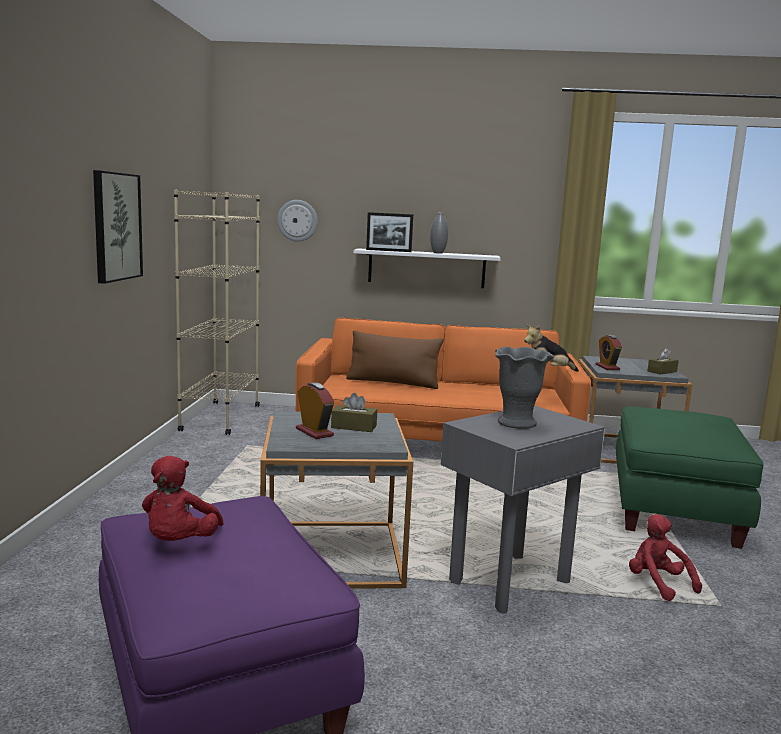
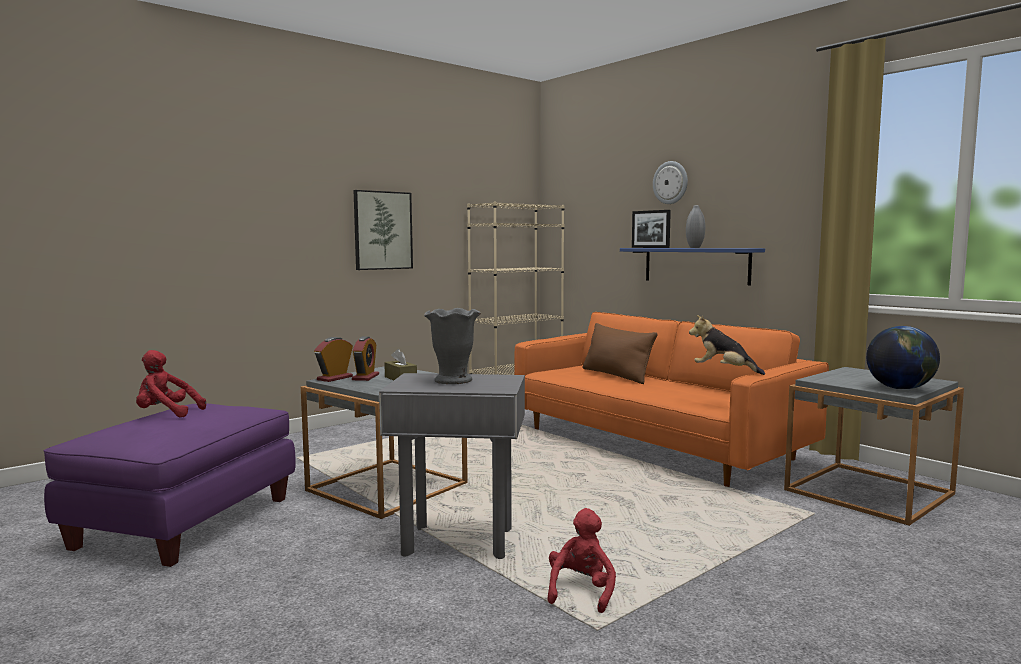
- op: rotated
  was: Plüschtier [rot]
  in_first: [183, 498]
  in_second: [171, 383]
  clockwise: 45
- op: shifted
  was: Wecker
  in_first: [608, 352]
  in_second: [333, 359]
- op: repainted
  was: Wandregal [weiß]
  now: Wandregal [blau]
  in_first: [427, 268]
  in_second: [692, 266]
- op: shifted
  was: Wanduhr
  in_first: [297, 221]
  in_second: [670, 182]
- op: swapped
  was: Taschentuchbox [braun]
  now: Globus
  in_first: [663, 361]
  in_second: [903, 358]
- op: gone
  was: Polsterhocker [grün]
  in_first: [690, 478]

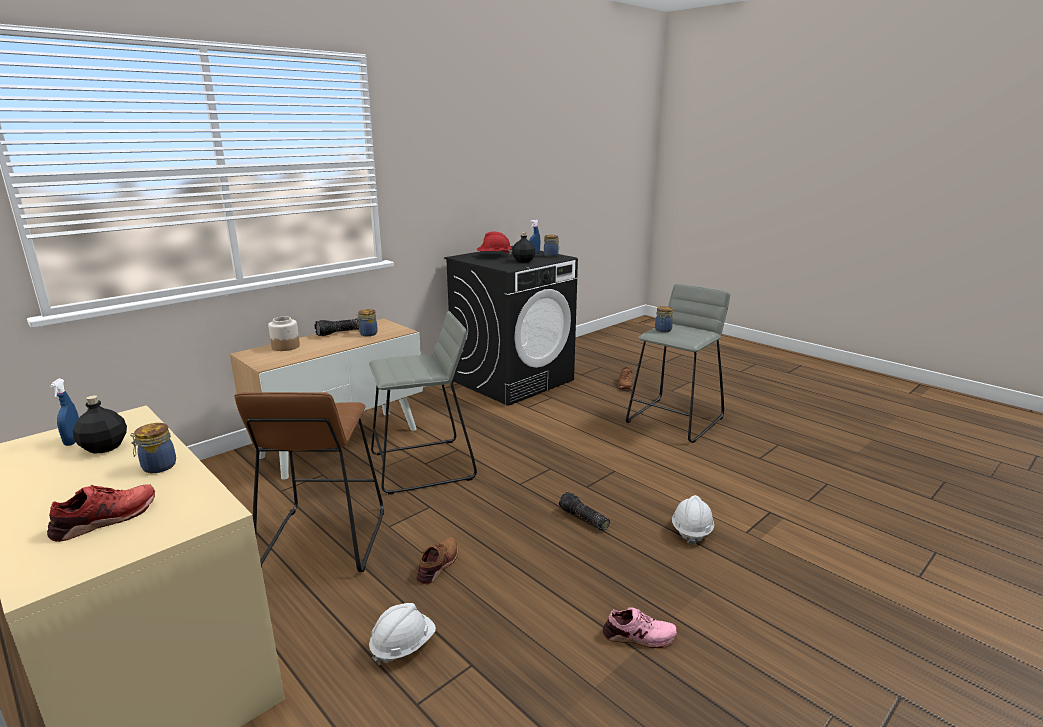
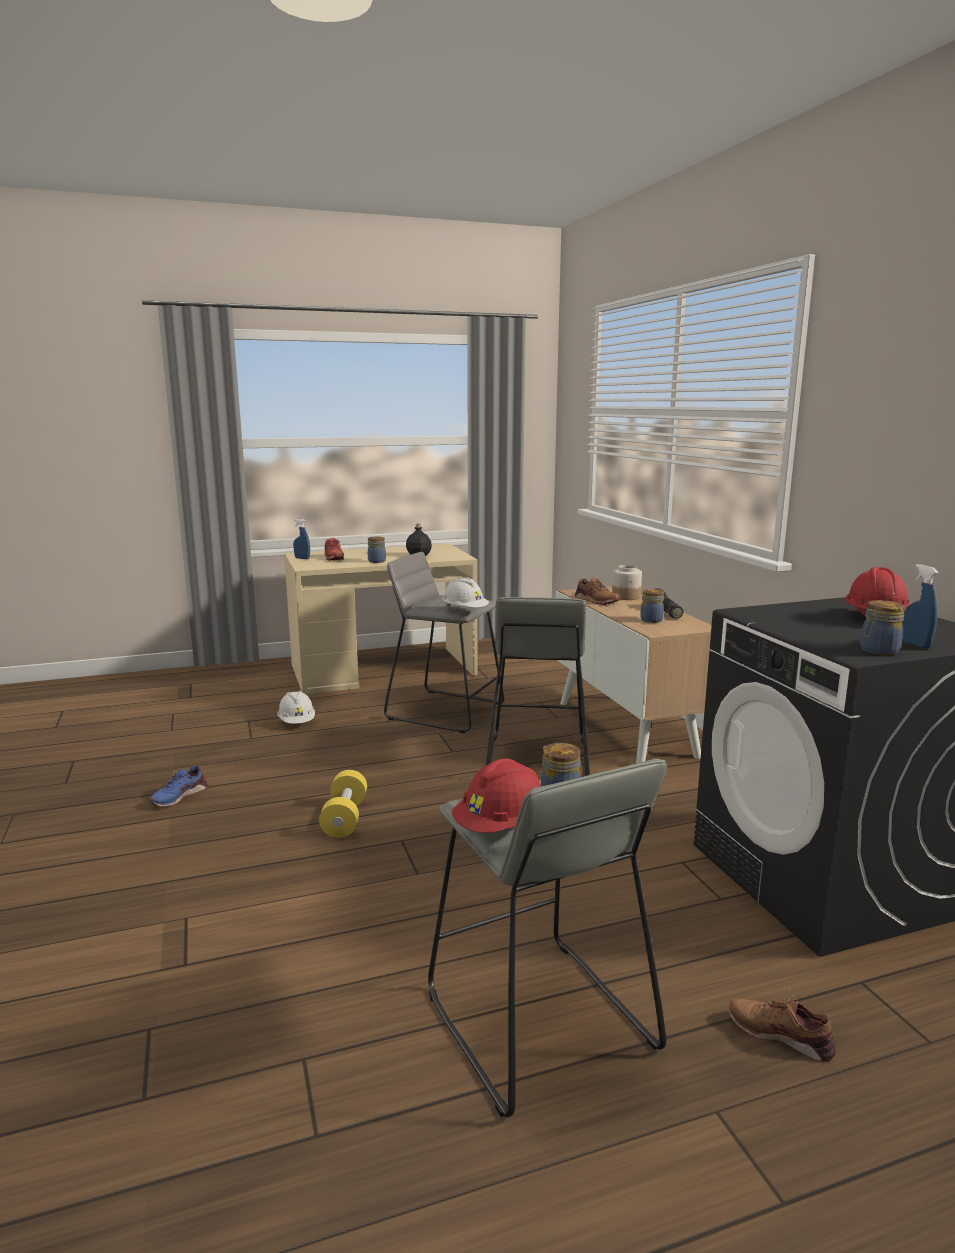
- op: repainted
  was: Schuh [rosa]
  now: Schuh [blau]
  in_first: [640, 627]
  in_second: [178, 786]
- op: shifted
  was: Sprühflasche [blau]
  in_first: [64, 412]
  in_second: [301, 538]
- op: swapped
  was: Taschenlampe
  now: Hantel [gelb]
  in_first: [584, 511]
  in_second: [343, 804]
- op: repainted
  was: Hocker [braun]
  now: Hocker [grau]
  in_first: [309, 482]
  in_second: [444, 642]
- op: shifted
  was: Schutzhelm [weiß]
  in_first: [693, 520]
  in_second: [466, 592]
- op: new
  now: Schutzhelm [rot]
  in_second: [496, 796]
- op: shifted
  was: Schuh [braun]
  in_first: [437, 560]
  in_second: [597, 591]
- op: gone
  was: Flasche [schwarz]
  in_first: [523, 247]

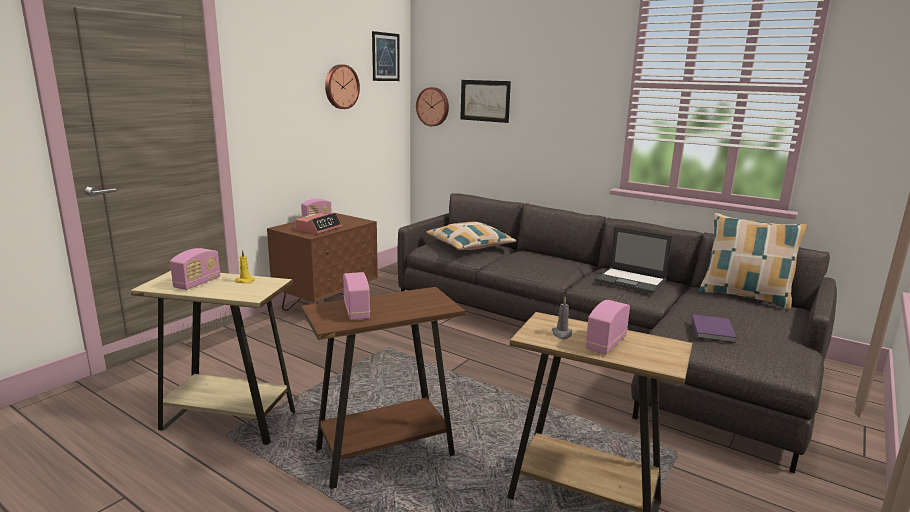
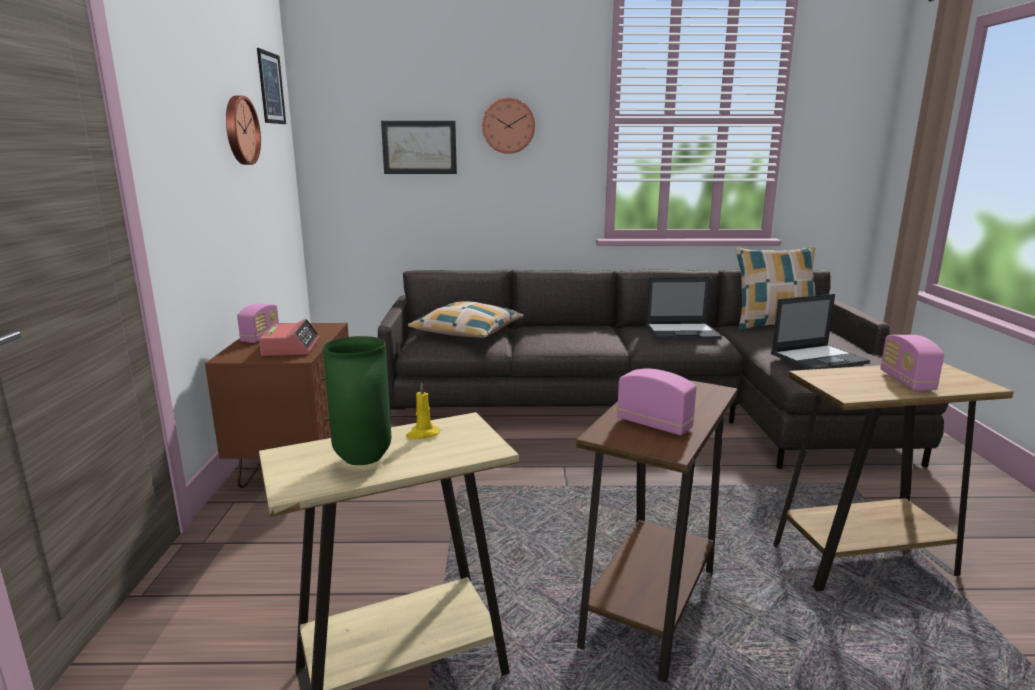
- op: swapped
  was: Radio
  now: Vase [grün]
  in_first: [195, 269]
  in_second: [357, 400]
- op: shifted
  was: Wanduhr
  in_first: [432, 106]
  in_second: [508, 126]
- op: swapped
  was: Buch [lila]
  now: Laptop
  in_first: [714, 329]
  in_second: [820, 332]
- op: gone
  was: Kerze [grau]
  in_first: [562, 318]

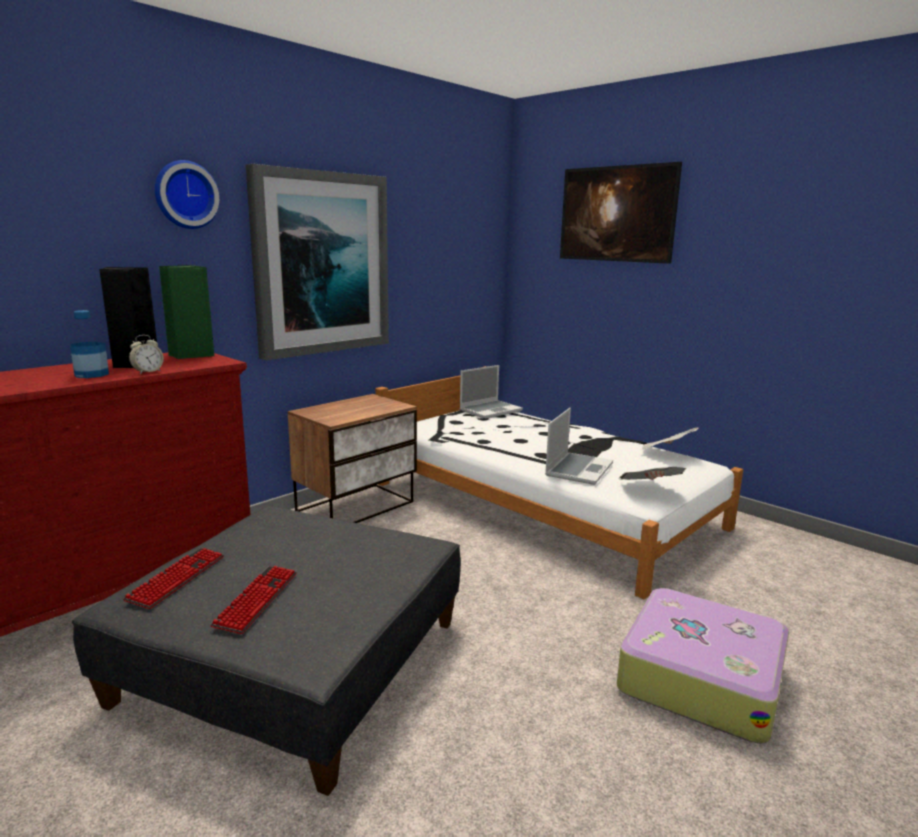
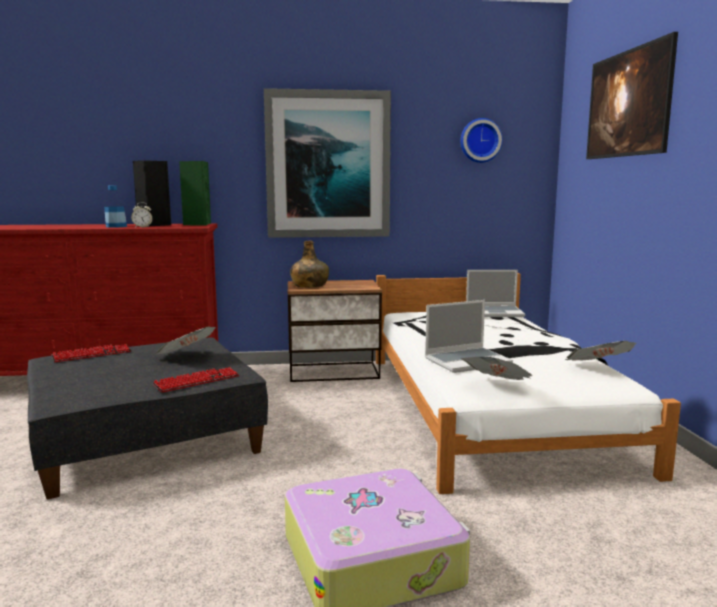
- op: shifted
  was: Tastatur
  in_first: [253, 600]
  in_second: [196, 379]
- op: new
  now: Zeitung
  in_second: [185, 341]
- op: new
  now: Flasche [grün]
  in_second: [309, 264]
- op: shifted
  was: Wanduhr
  in_first: [187, 194]
  in_second: [481, 140]

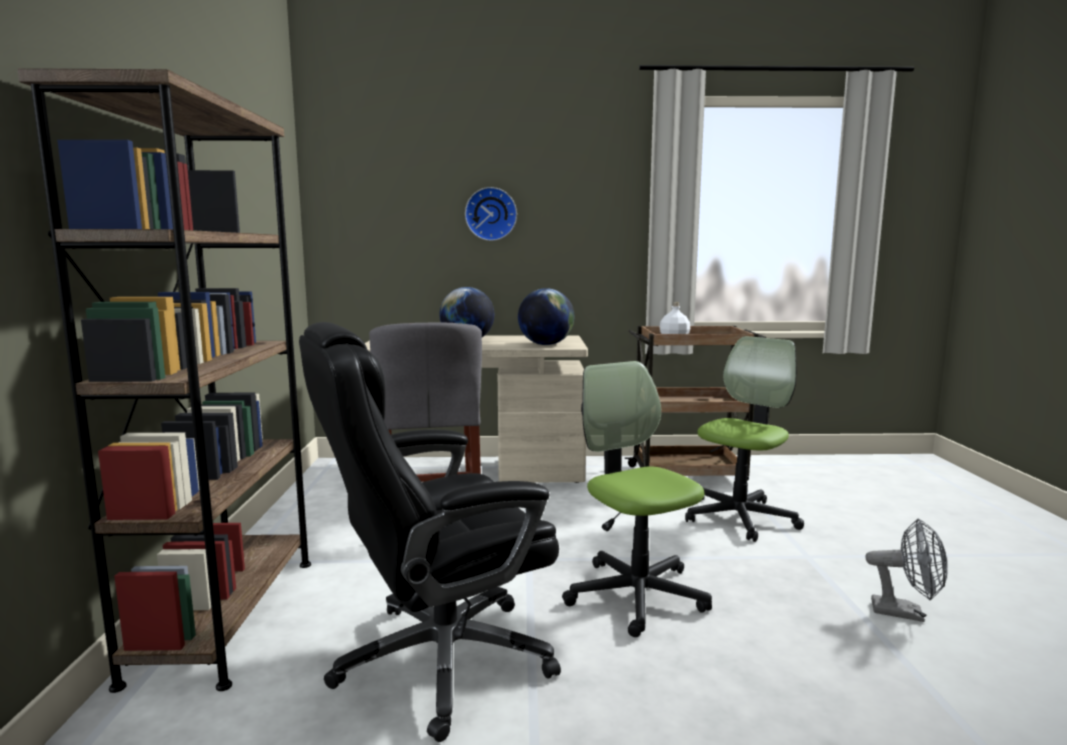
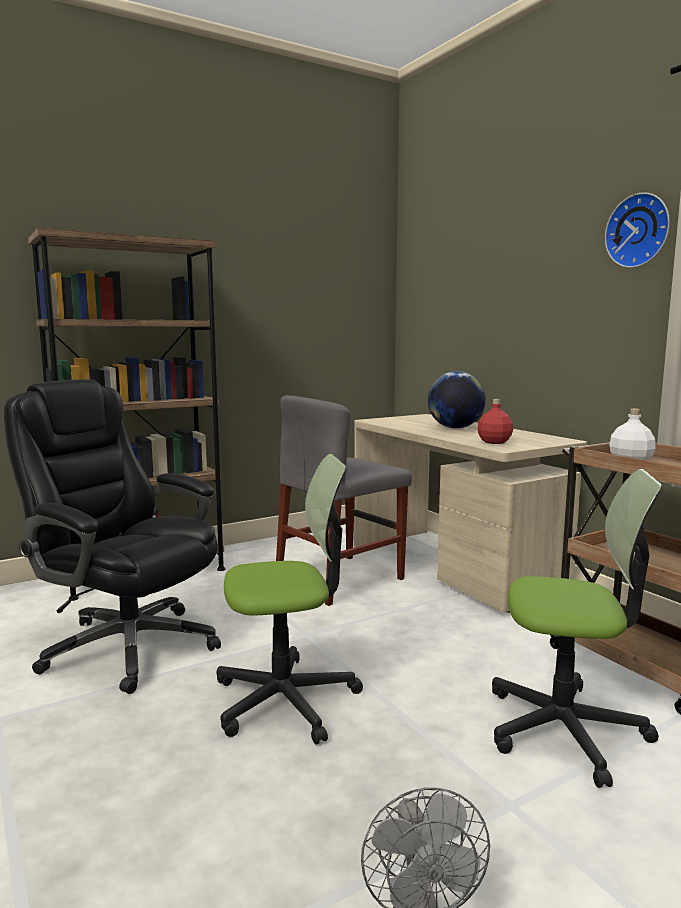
- op: rotated
  was: Bürostuhl
  in_first: [637, 499]
  in_second: [290, 599]
  clockwise: 45
- op: swapped
  was: Globus
  now: Flasche [rot]
  in_first: [546, 316]
  in_second: [495, 421]
- op: shifted
  was: Wanduhr
  in_first: [491, 214]
  in_second: [637, 230]

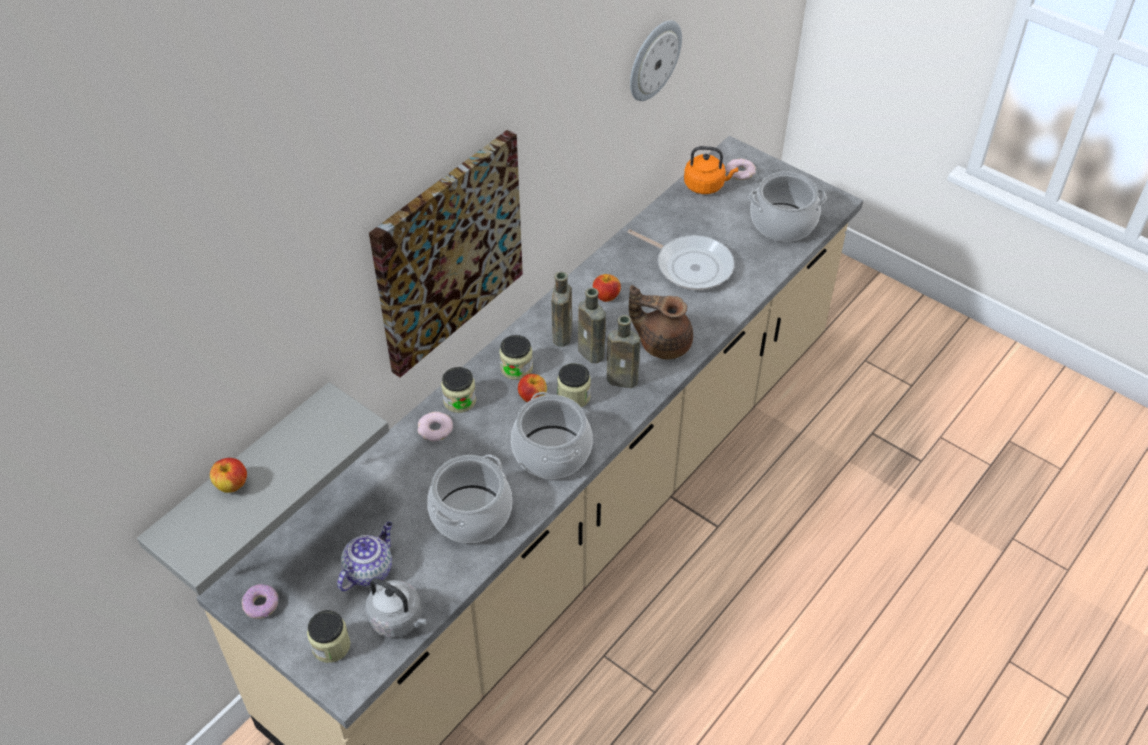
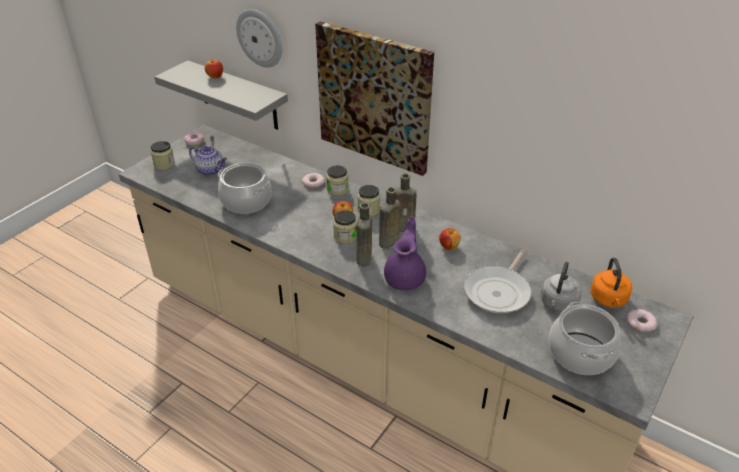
- op: shifted
  was: Wanduhr
  in_first: [656, 60]
  in_second: [259, 38]
- op: repainted
  was: Teekanne [braun]
  now: Teekanne [lila]
  in_first: [661, 322]
  in_second: [405, 253]
- op: shifted
  was: Wasserkessel [grau]
  in_first: [396, 607]
  in_second: [560, 287]
- op: gone
  was: Kochtopf
  in_first: [551, 435]

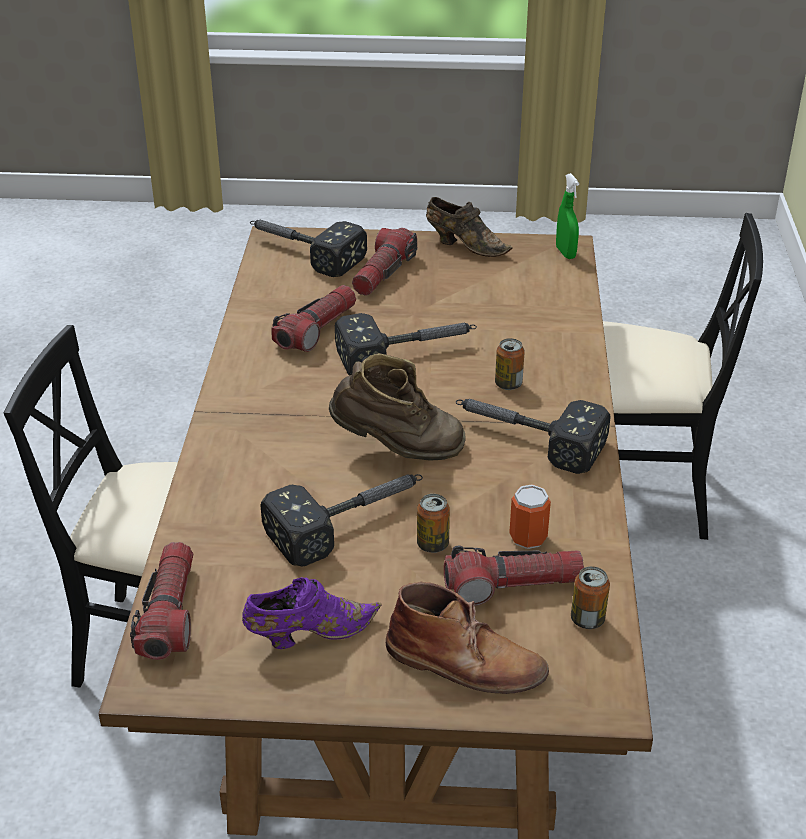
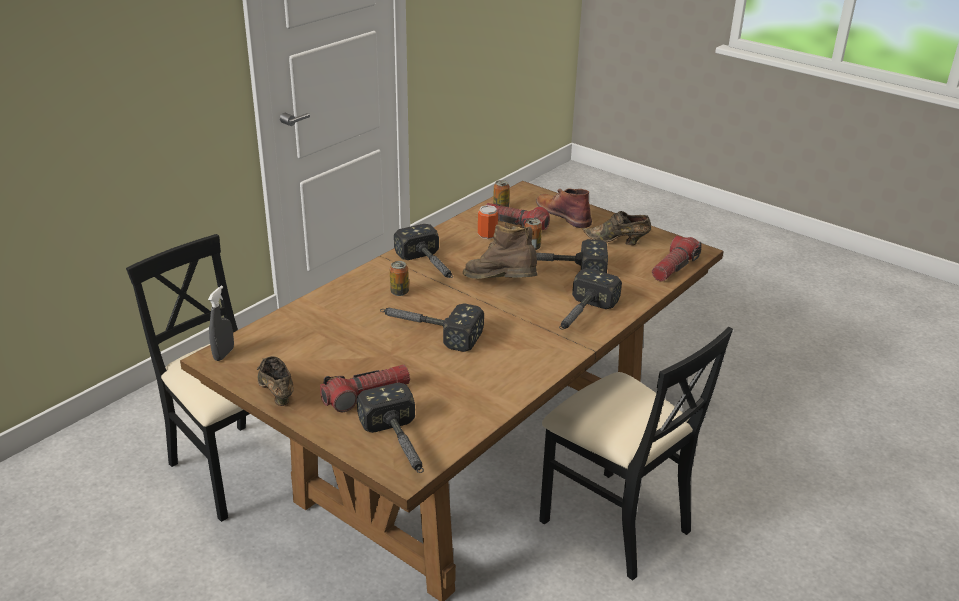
- op: repainted
  was: Sprühflasche [grün]
  now: Sprühflasche [grau]
  in_first: [567, 216]
  in_second: [221, 323]
- op: new
  now: Hammer
  in_second: [590, 298]
- op: repainted
  was: Schuh [lila]
  now: Schuh [braun]
  in_first: [312, 613]
  in_second: [616, 228]
- op: gone
  was: Taschenlampe
  in_first: [313, 318]

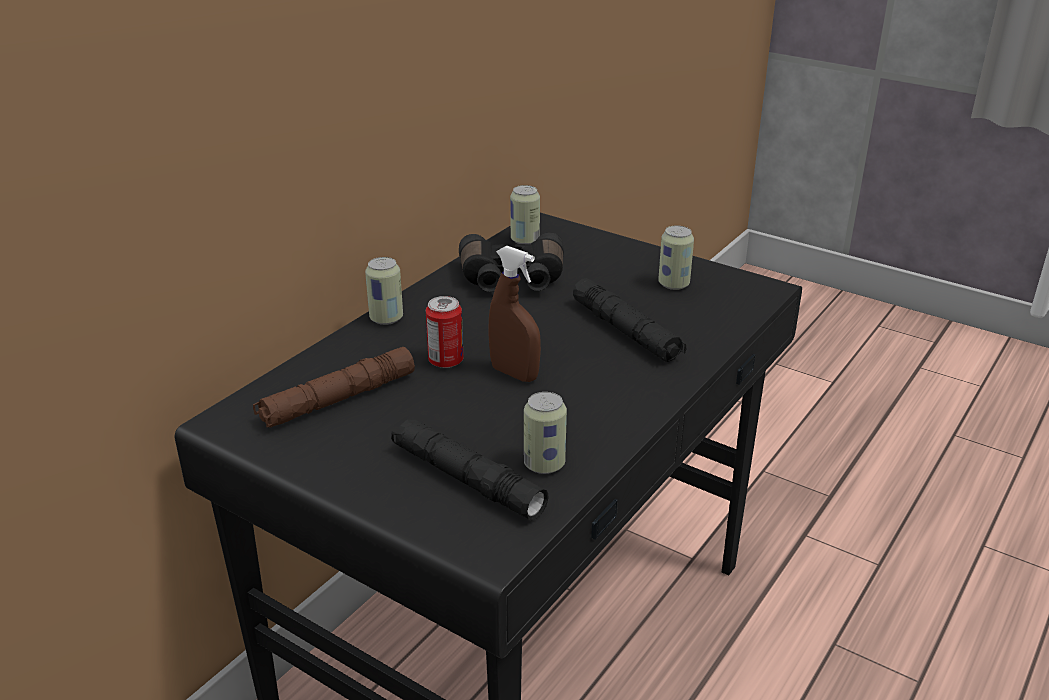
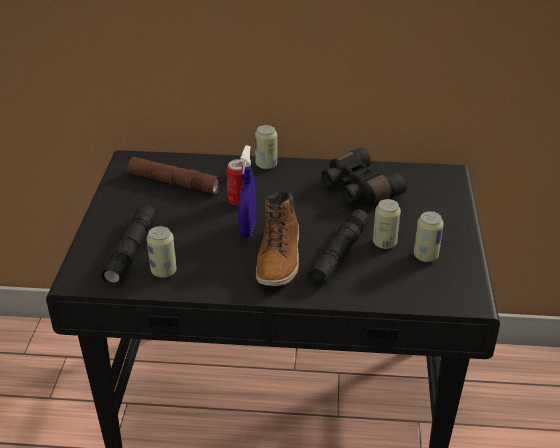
- op: repainted
  was: Sprühflasche [braun]
  now: Sprühflasche [blau]
  in_first: [514, 314]
  in_second: [247, 192]
- op: new
  now: Stiefel
  in_second: [277, 238]
- op: shifted
  was: Dose
  in_first: [525, 214]
  in_second: [387, 224]

